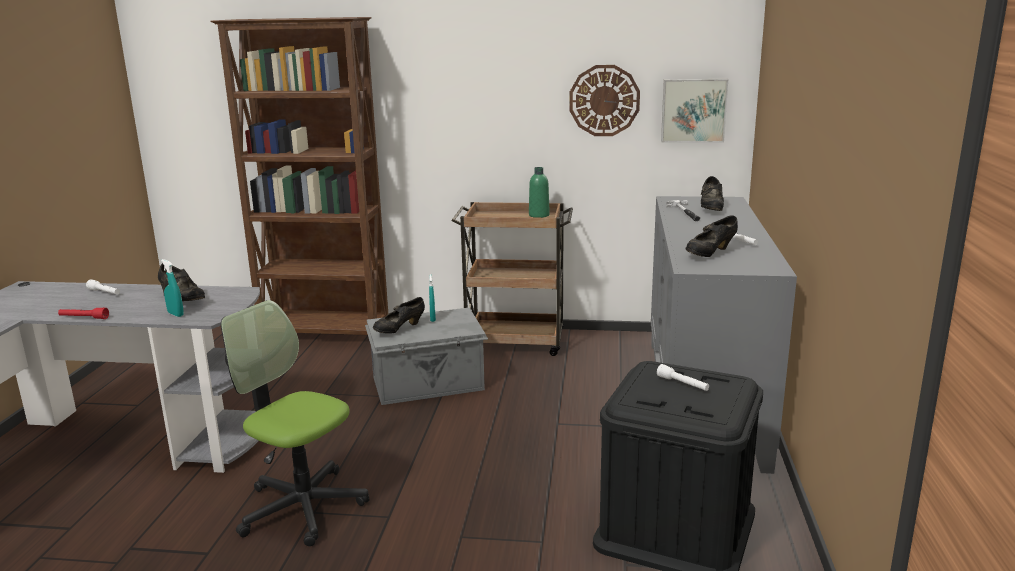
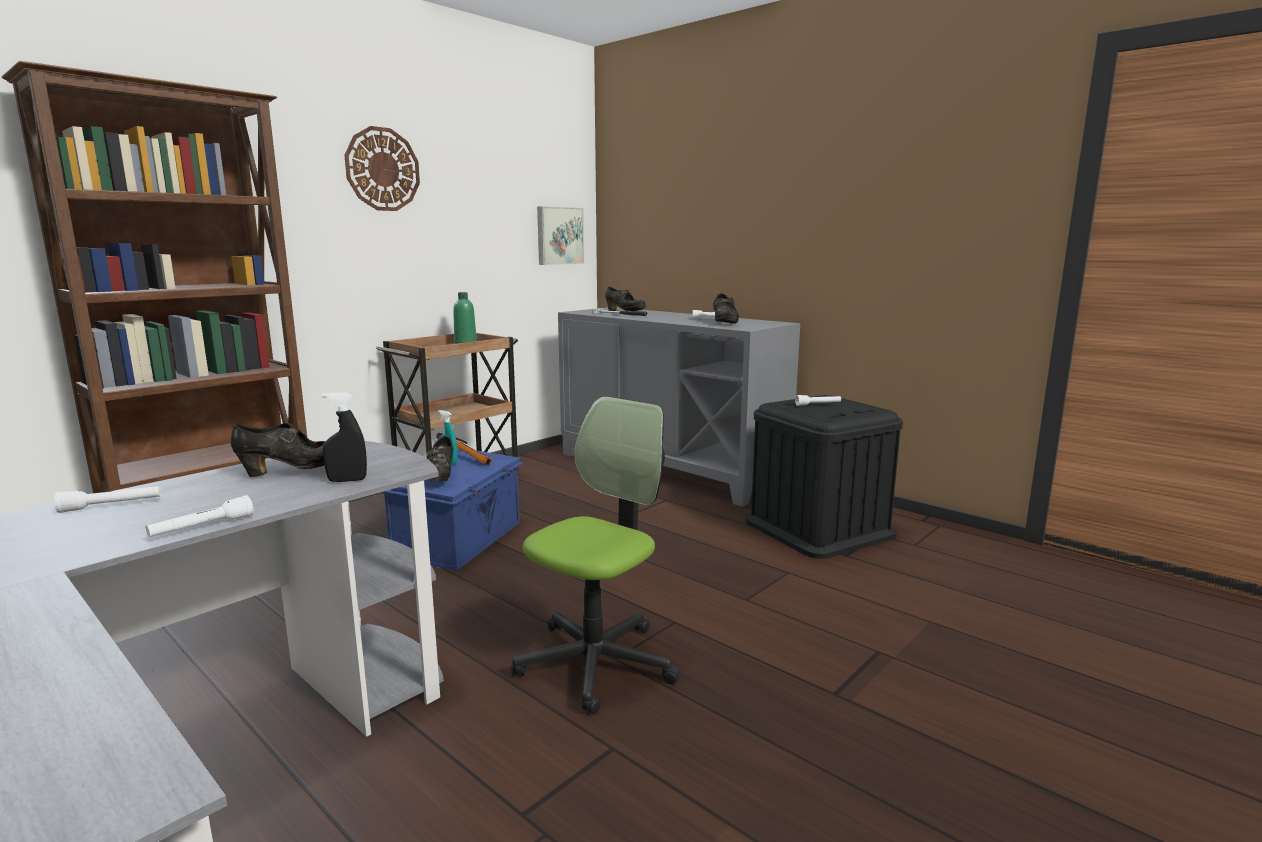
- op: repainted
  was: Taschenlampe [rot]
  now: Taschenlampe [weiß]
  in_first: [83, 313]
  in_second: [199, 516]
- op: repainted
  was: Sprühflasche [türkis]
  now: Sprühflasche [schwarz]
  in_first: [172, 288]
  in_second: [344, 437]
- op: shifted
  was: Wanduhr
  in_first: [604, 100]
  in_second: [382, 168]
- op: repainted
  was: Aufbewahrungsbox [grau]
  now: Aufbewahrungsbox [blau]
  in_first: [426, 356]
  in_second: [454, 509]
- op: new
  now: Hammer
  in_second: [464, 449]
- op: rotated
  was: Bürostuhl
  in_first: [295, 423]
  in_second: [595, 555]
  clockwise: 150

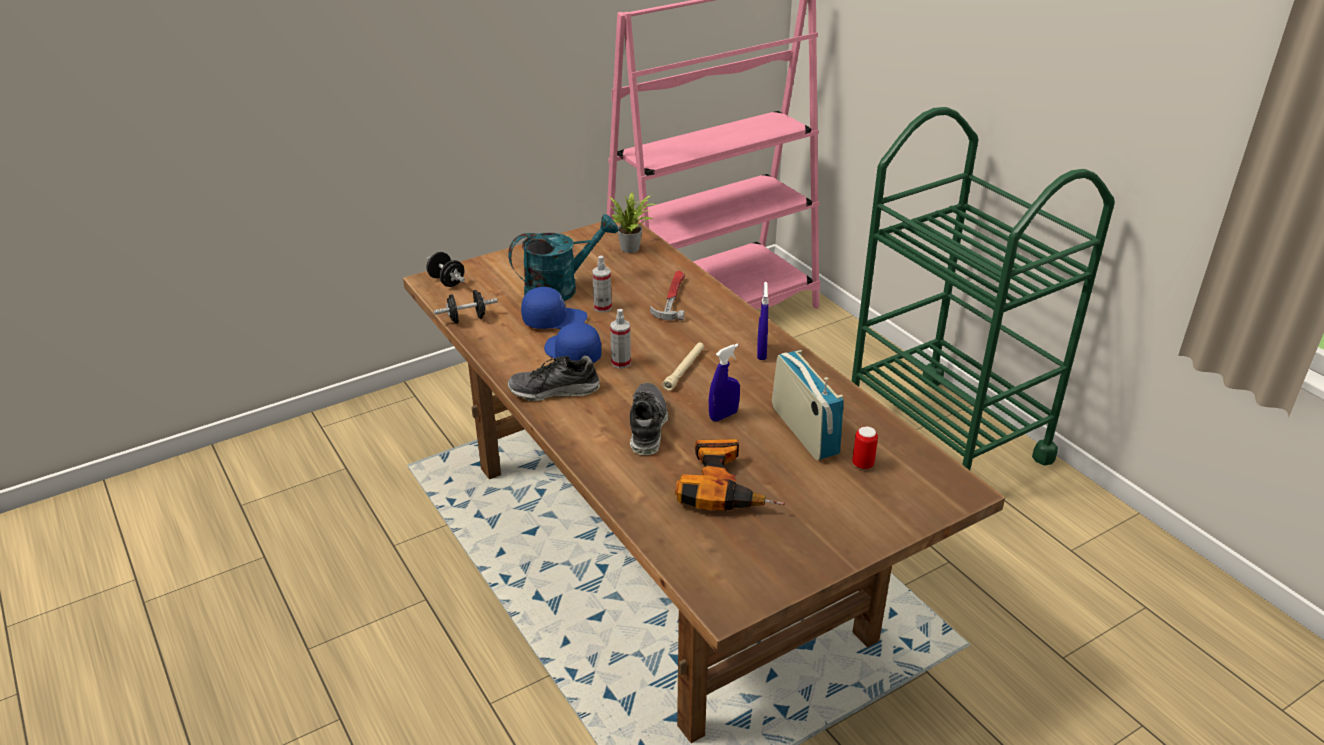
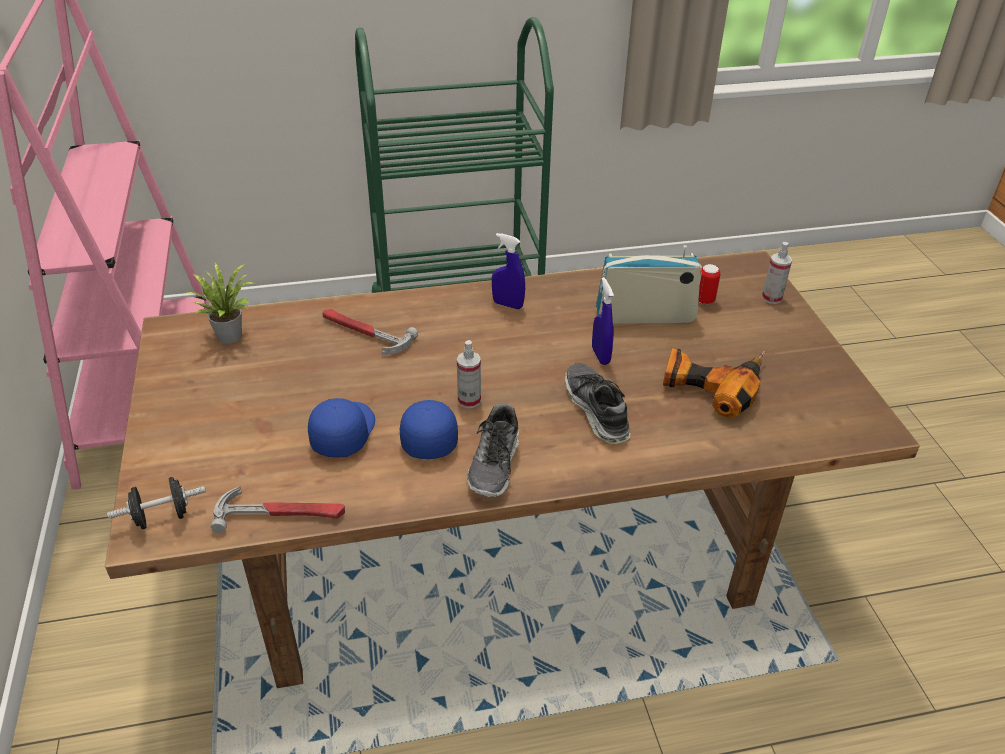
- op: swapped
  was: Hantel [schwarz]
  now: Hammer
  in_first: [466, 307]
  in_second: [278, 510]
- op: rotated
  was: Kappe [blau]
  in_first: [573, 343]
  in_second: [429, 429]
  clockwise: 105
- op: rotated
  was: Schuh
  in_first: [649, 419]
  in_second: [598, 403]
  clockwise: 45
- op: shifted
  was: Sprühflasche
  in_first: [602, 283]
  in_second: [777, 273]
- op: gone
  was: Gießkanne [türkis]
  in_first: [563, 257]
- op: gone
  was: Taschenlampe [beige]
  in_first: [683, 366]

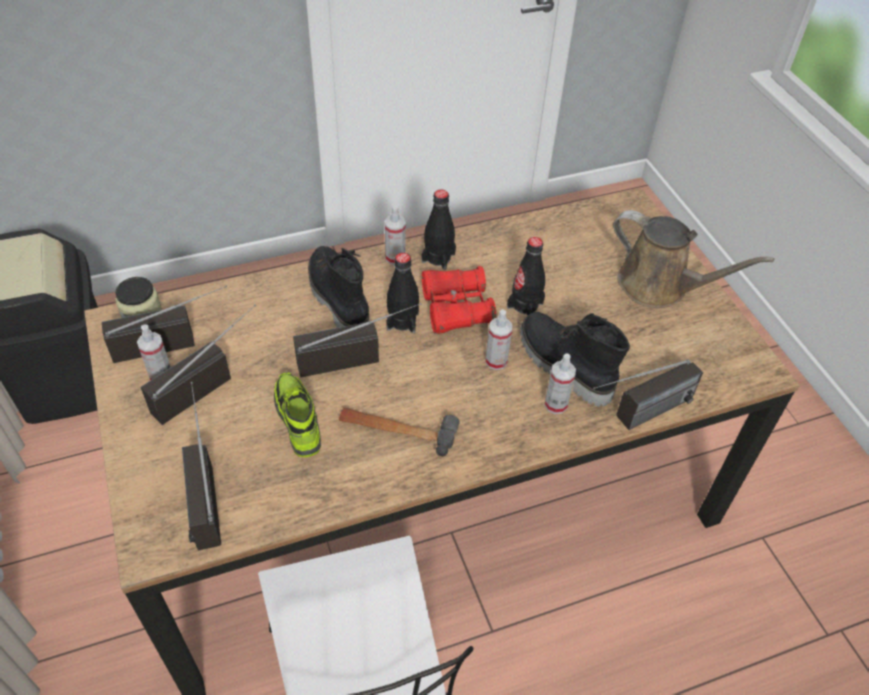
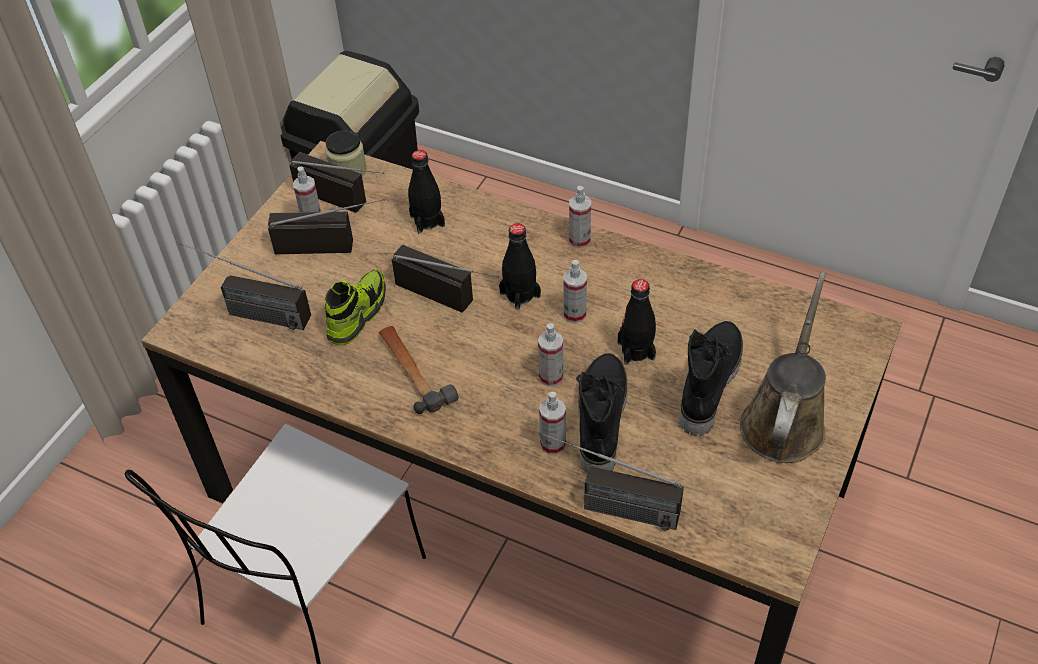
- op: rotated
  was: Radio
  in_first: [201, 466]
  in_second: [245, 286]
  clockwise: -105
- op: shifted
  was: Flasche [schwarz]
  in_first: [438, 229]
  in_second: [426, 192]
- op: swapped
  was: Fernglas [rot]
  now: Sprühflasche
  in_first: [459, 300]
  in_second: [575, 291]
- op: shifted
  was: Stiefel [schwarz]
  in_first: [338, 287]
  in_second: [711, 378]
- op: rotated
  was: Gießkanne [braun]
  in_first: [693, 259]
  in_second: [783, 367]
  clockwise: -150

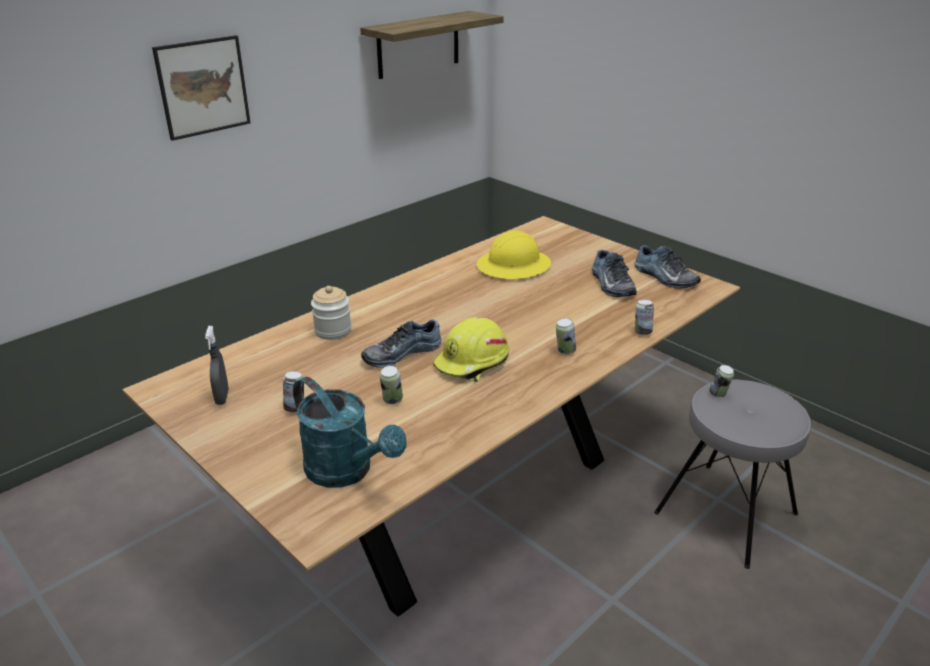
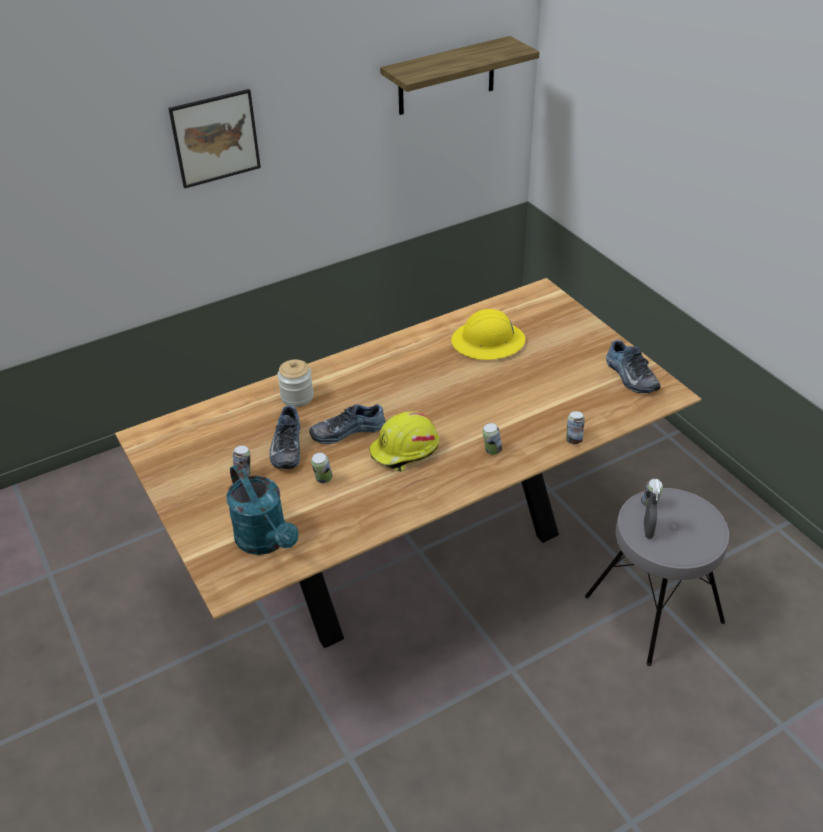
- op: shifted
  was: Schuh
  in_first: [614, 273]
  in_second: [285, 437]
- op: shifted
  was: Sprühflasche [grau]
  in_first: [217, 365]
  in_second: [652, 509]

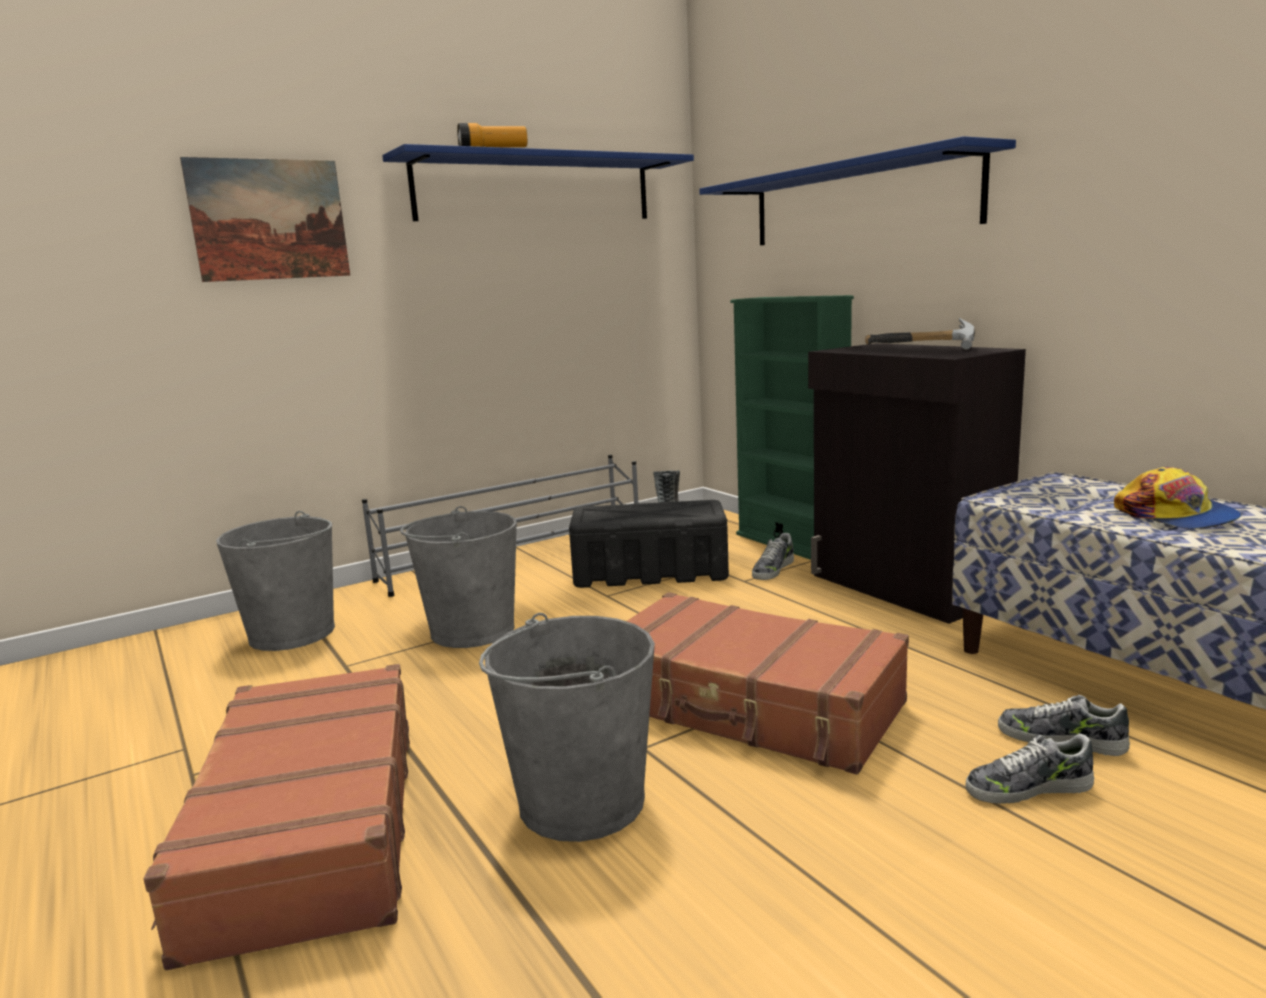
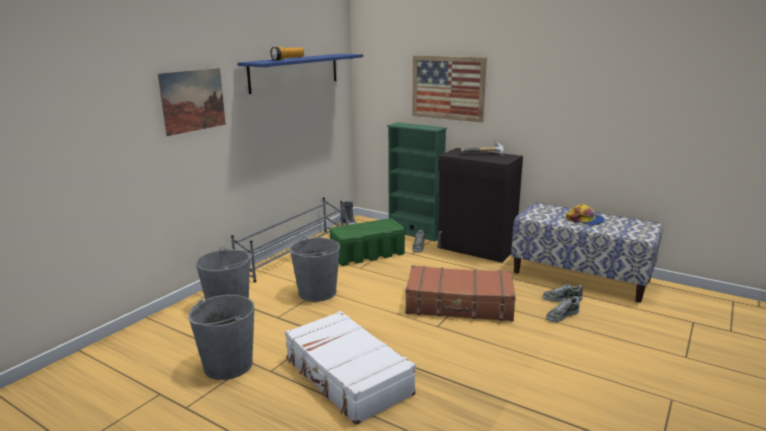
- op: shifted
  was: Eimer [grau]
  in_first: [567, 727]
  in_second: [221, 337]
- op: repainted
  was: Koffer [braun]
  now: Koffer [weiß]
  in_first: [277, 817]
  in_second: [350, 368]
- op: repainted
  was: Aufbewahrungsbox [schwarz]
  now: Aufbewahrungsbox [grün]
  in_first: [649, 544]
  in_second: [367, 242]
- op: swapped
  was: Wandregal [blau]
  now: Bild
  in_first: [857, 190]
  in_second: [449, 88]

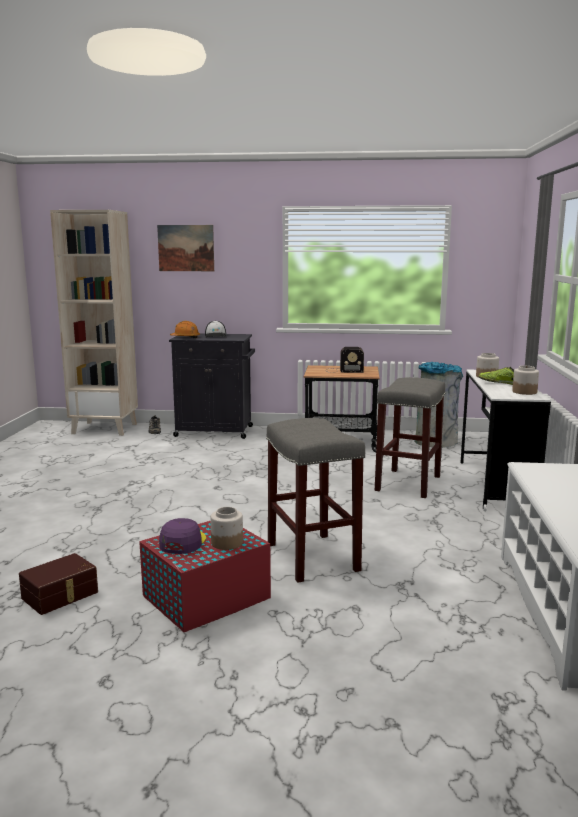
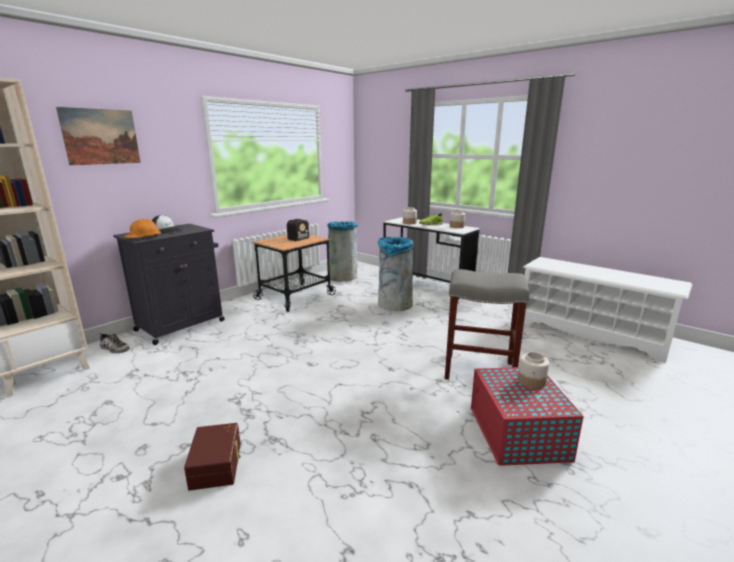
- op: shifted
  was: Aufbewahrungsbox [braun]
  in_first: [58, 584]
  in_second: [212, 457]
- op: swapped
  was: Hocker [grau]
  now: Mülleimer [grau]
  in_first: [410, 437]
  in_second: [396, 274]
- op: gone
  was: Kappe [lila]
  in_first: [182, 536]

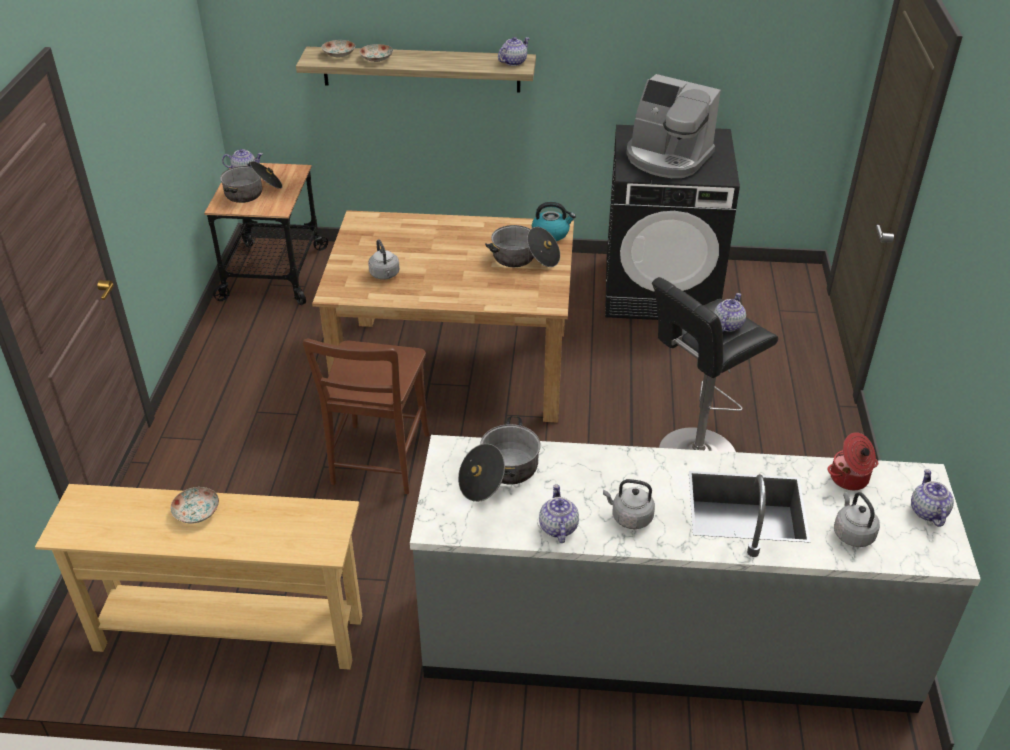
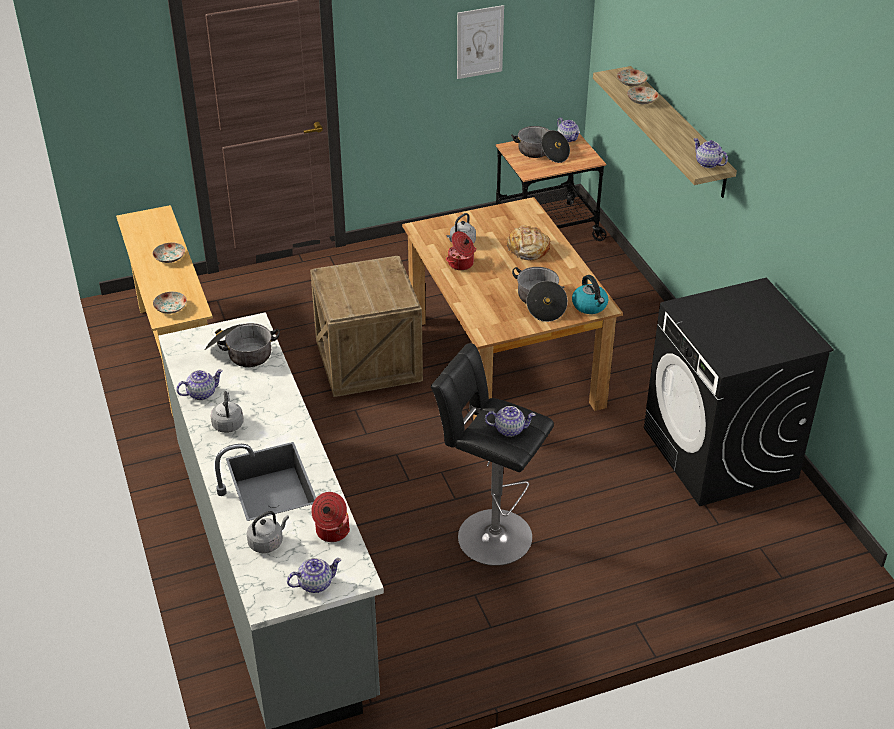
- op: new
  now: Teller
  in_second: [170, 303]
- op: swapped
  was: Stuhl [braun]
  now: Kiste
  in_first: [366, 416]
  in_second: [366, 326]
- op: new
  now: Kochtopf
  in_second: [461, 250]
- op: new
  now: Bild
  in_second: [480, 42]
- op: new
  now: Brot
  in_second: [528, 243]
- op: rotated
  was: Teekanne
  in_first: [514, 51]
  in_second: [711, 153]
  clockwise: -150
- op: gone
  was: Kaffeemaschine
  in_first: [673, 126]

